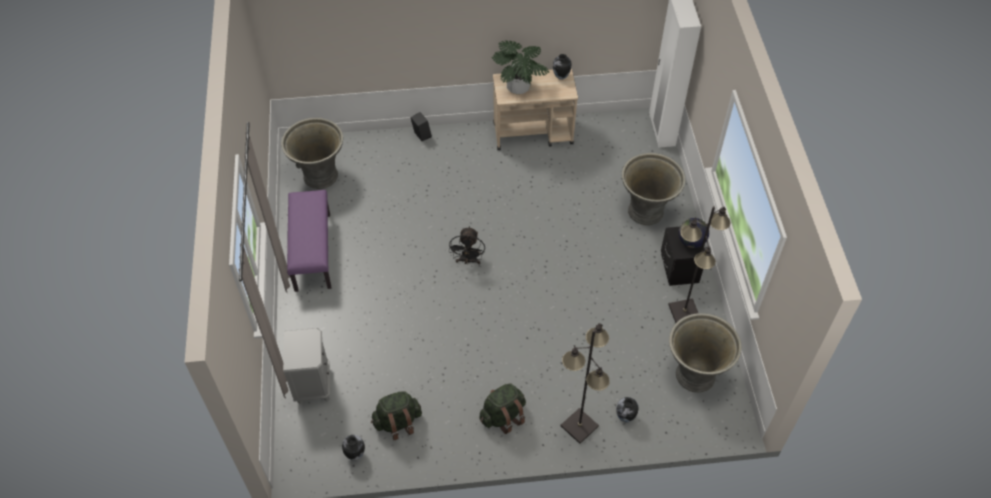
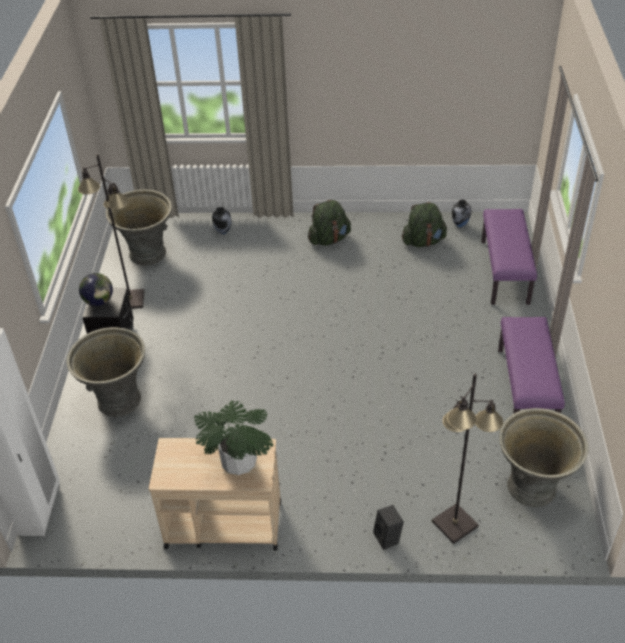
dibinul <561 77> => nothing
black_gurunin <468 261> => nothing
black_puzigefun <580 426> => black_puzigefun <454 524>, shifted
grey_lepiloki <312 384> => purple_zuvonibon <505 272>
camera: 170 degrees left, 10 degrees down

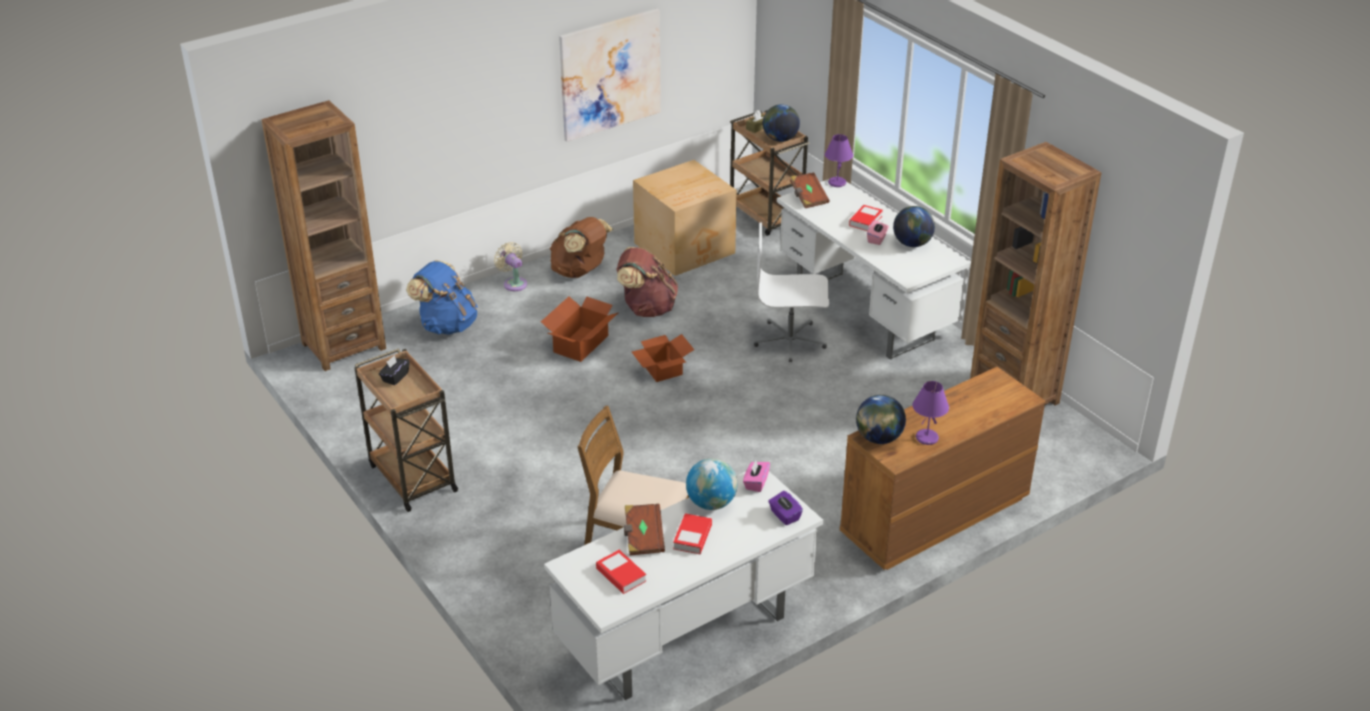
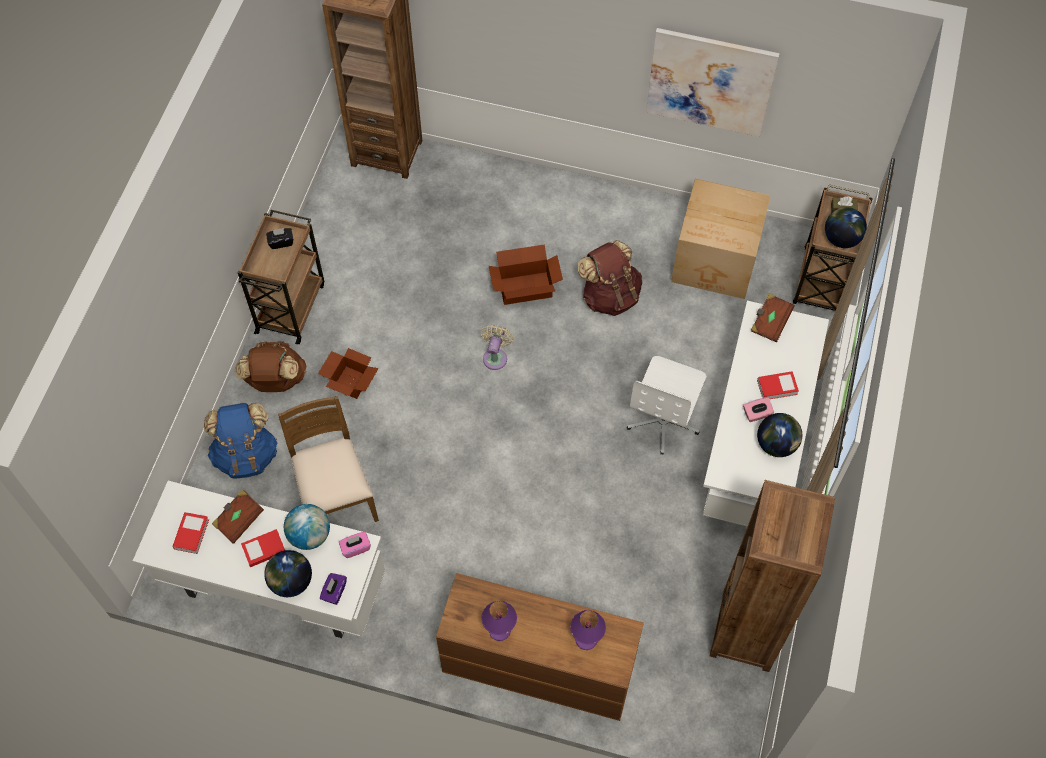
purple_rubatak <836 183> => purple_rubatak <586 639>, shifted
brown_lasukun <580 272> => brown_lasukun <275 381>, shifted
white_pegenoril <790 341> => white_pegenoril <663 421>, 120 degrees counterclockwise
beige_gurunin <514 283> => beige_gurunin <495 356>, shifted
blue_lasukun <447 325> => blue_lasukun <246 455>, shifted
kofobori <662 370> => kofobori <350 381>, shifted
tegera <878 438> => tegera <291 581>, shifted
camera: 50 degrees right, 25 degrees up

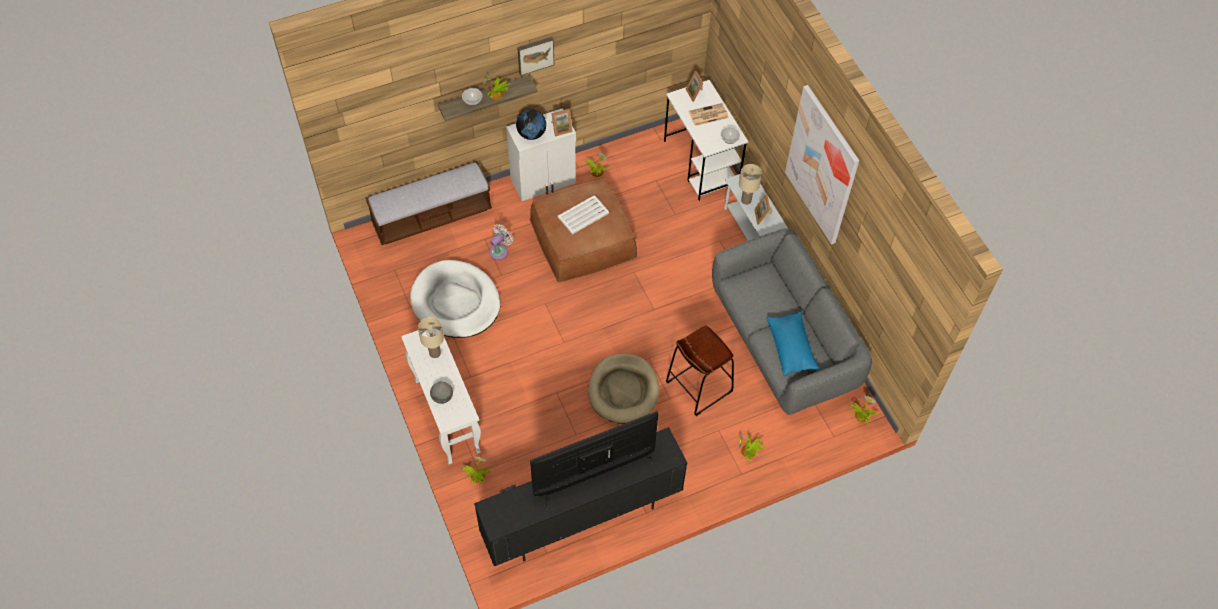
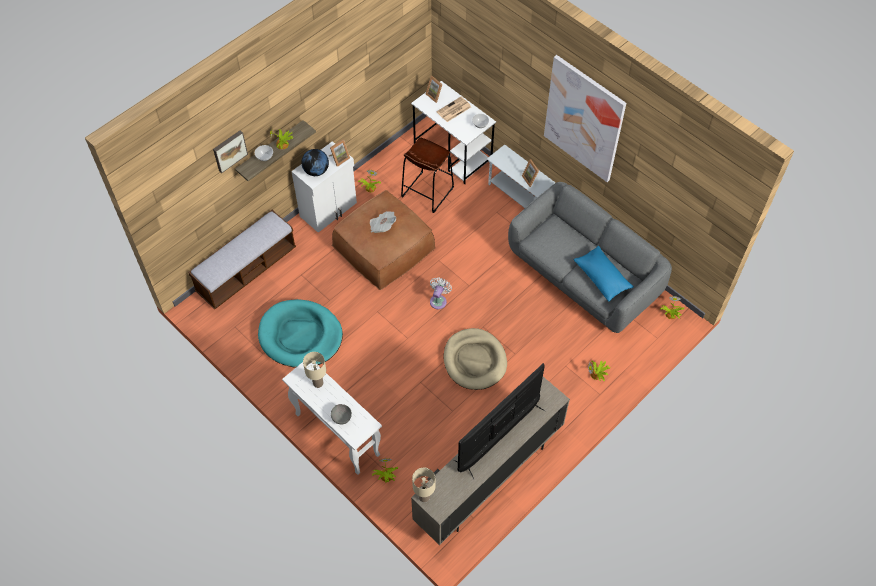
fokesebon <535 54> => fokesebon <229 150>, shifted
beige_rubatak <745 200> => beige_rubatak <424 497>, shifted
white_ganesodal <583 215> => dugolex <382 226>
white_gurunin <500 250> => white_gurunin <439 300>, shifted
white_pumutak <456 302> => turquoise_pumutak <300 336>
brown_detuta <698 386> => brown_detuta <427 192>, shifted
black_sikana <581 519> => beige_sikana <488 479>
camera: 20 degrees left, 0 degrees up

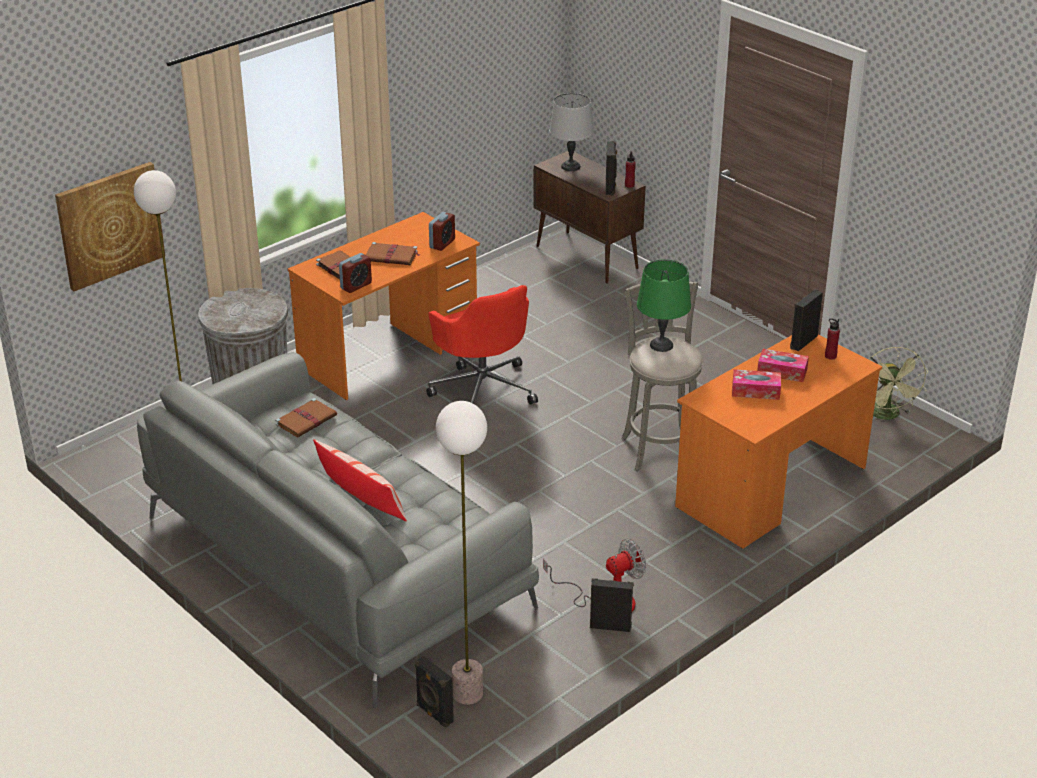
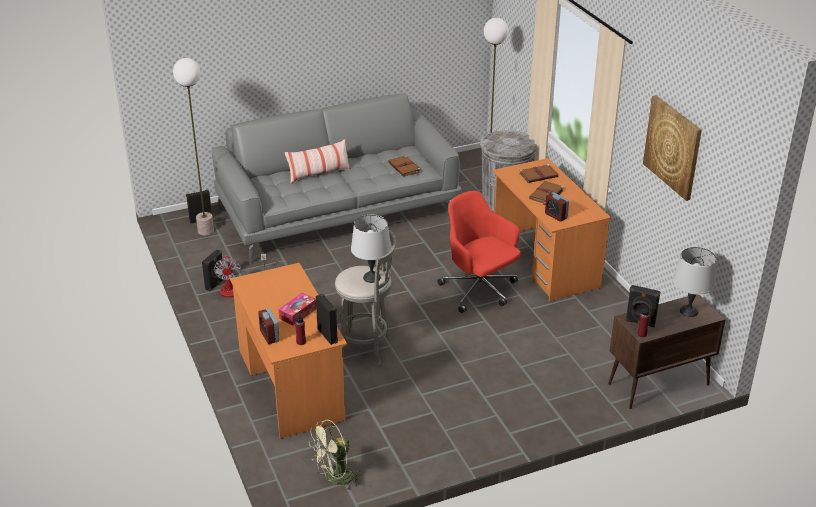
fokesebon <110 225> => fokesebon <673 147>, shifted
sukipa <356 286> => sukipa <269 336>, shifted
green_rubatak <661 345> => grey_rubatak <372 277>
red_pegenoril <483 389> => red_pegenoril <479 290>, 60 degrees clockwise
green_gurunin <887 416> => green_gurunin <335 479>, 45 degrees counterclockwise
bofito <755 391> => nothing
camera: 110 degrees right, 0 degrees up

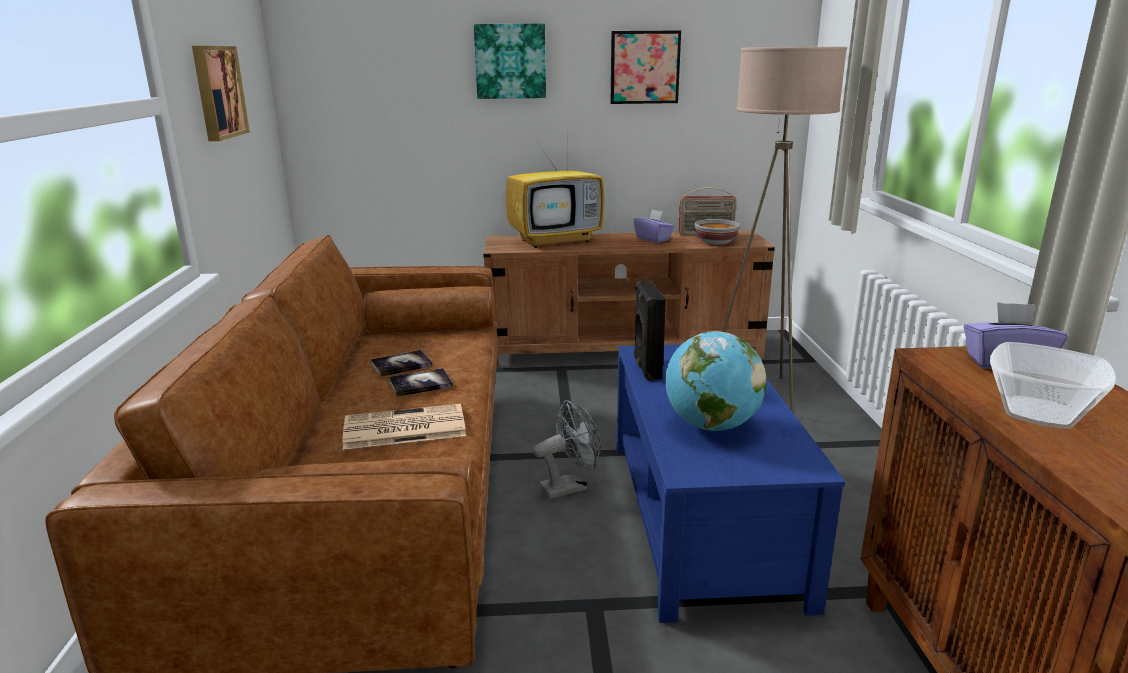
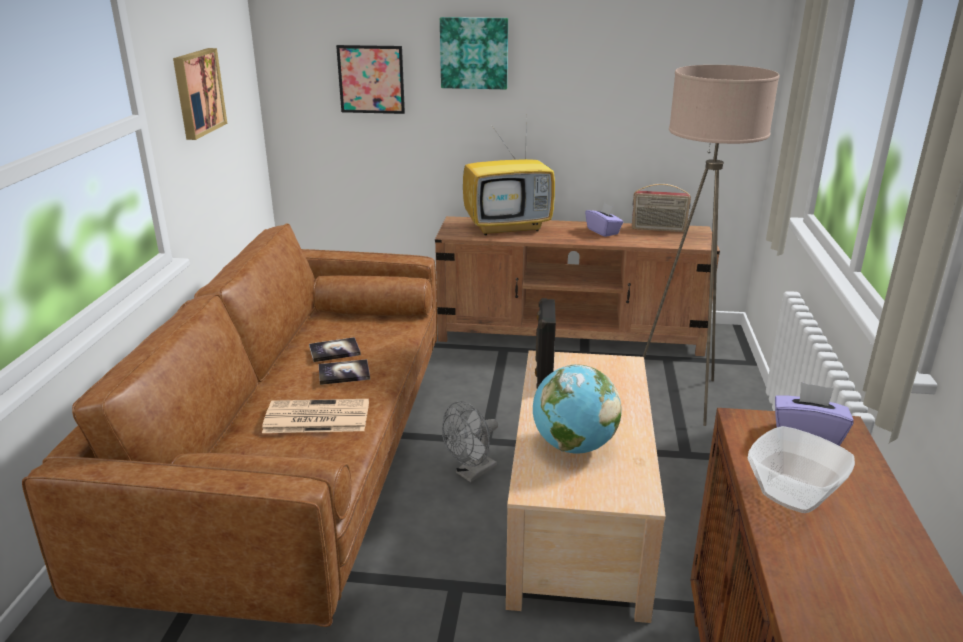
fokesebon <645 67> => fokesebon <371 79>, shifted
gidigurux <715 242> => nothing
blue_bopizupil <699 517> => beige_bopizupil <576 517>
grey_gurunin <570 487> => grey_gurunin <472 473>, 150 degrees clockwise
camera: 10 degrees right, 5 degrees up

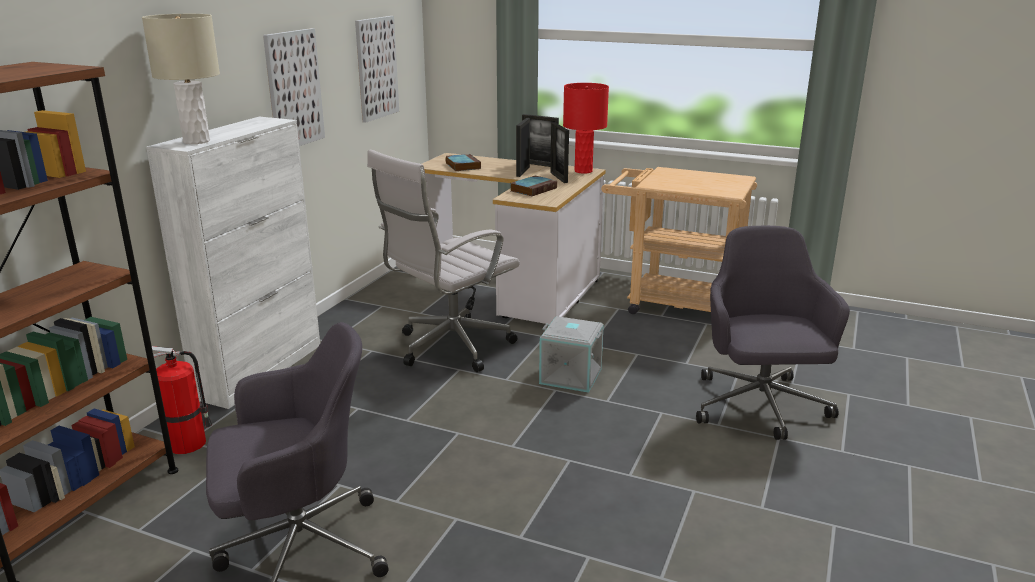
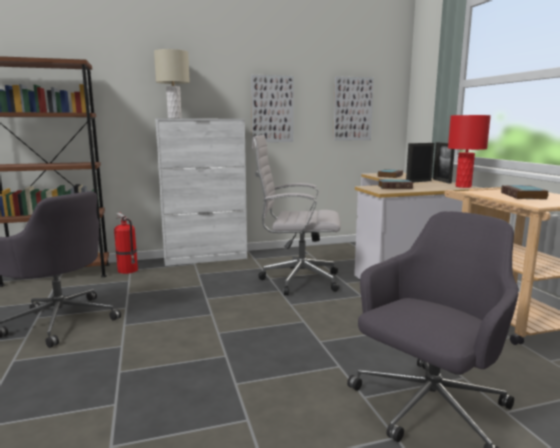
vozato <558 177> => nothing
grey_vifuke <571 375> => nothing
nothing => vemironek <524 196>
camera: 50 degrees right, 10 degrees down

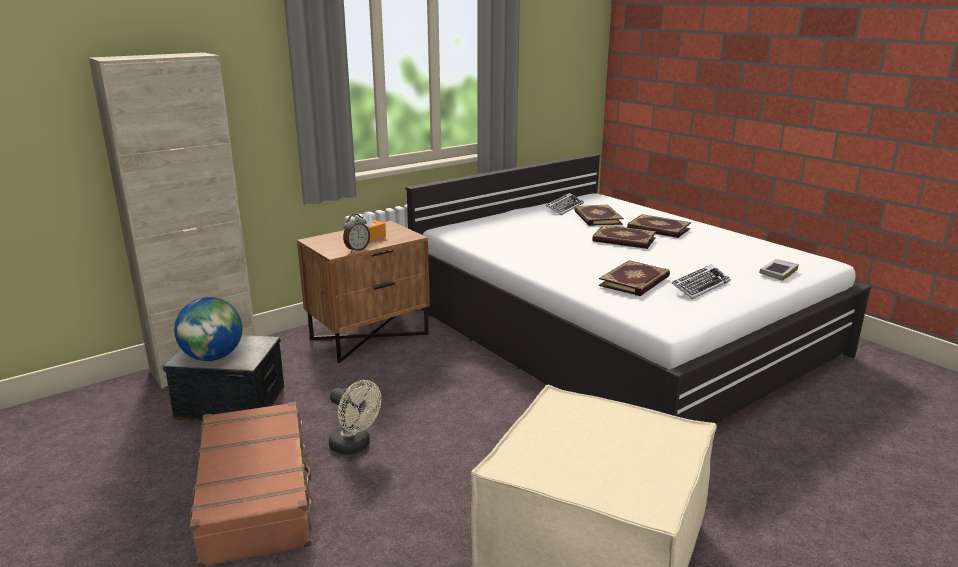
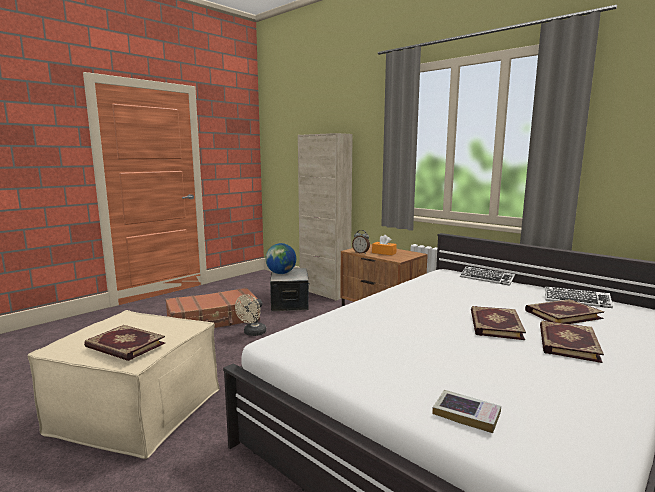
vemironek <635 281> => vemironek <124 346>, shifted
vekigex <700 286> => vekigex <486 279>, shifted
camera: 80 degrees right, 10 degrees down

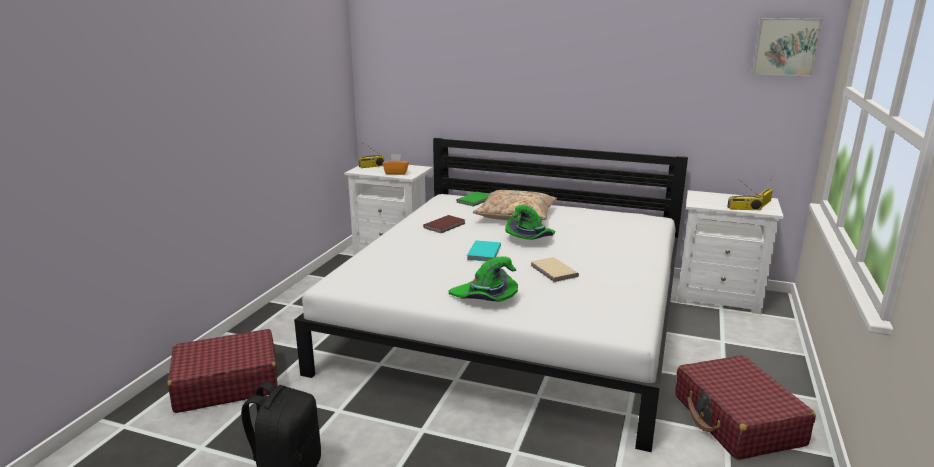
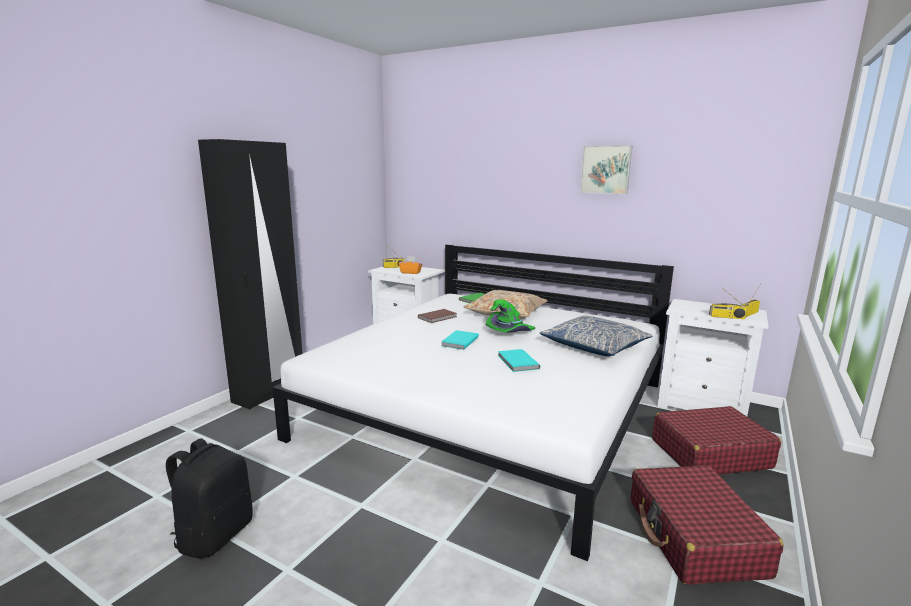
fokesebon <785 47> => fokesebon <606 169>, shifted
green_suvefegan <485 298> => nothing
beige_vemironek <553 272> => turquoise_vemironek <517 362>
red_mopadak <226 383> => red_mopadak <709 453>, shifted
nothing => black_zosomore <269 392>
nothing => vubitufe <594 346>
camera: 10 degrees right, 5 degrees down

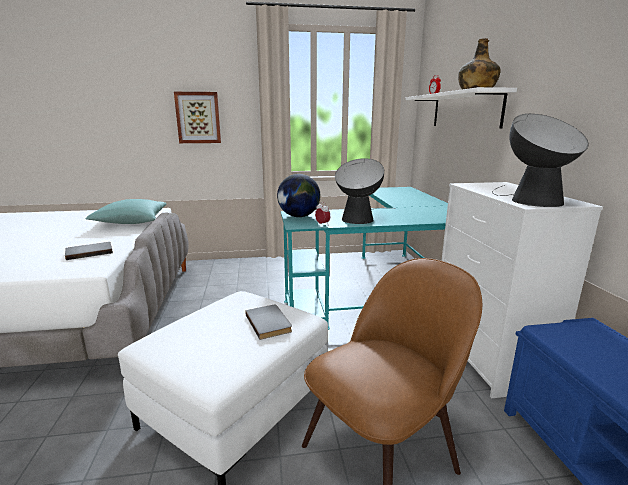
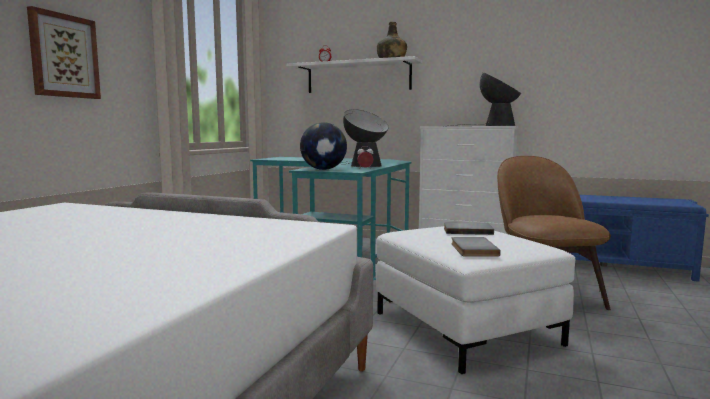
turquoise_vubitufe <131 222> => nothing
grey_vemironek <89 252> => grey_vemironek <472 249>, shifted
camera: 60 degrees left, 10 degrees down

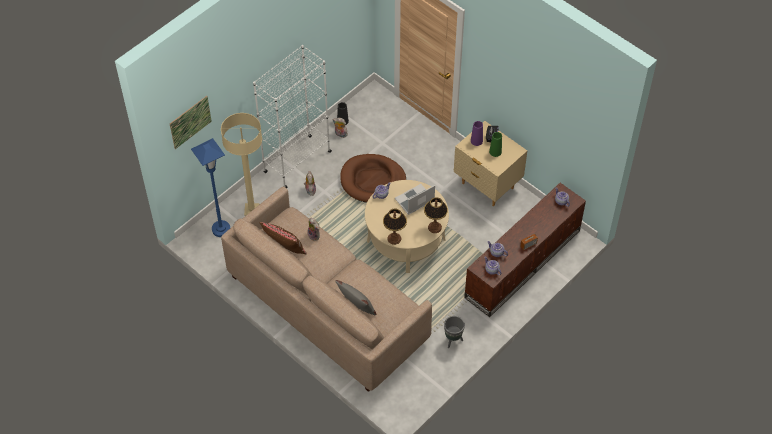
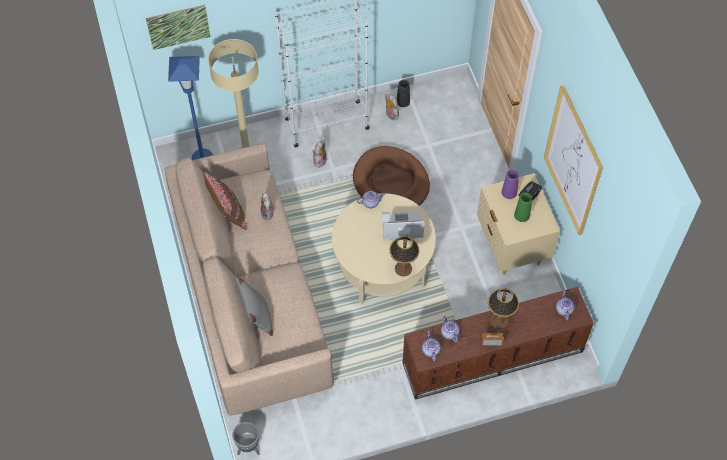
rubatak <394 238> => rubatak <499 320>, shifted
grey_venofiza <452 340> => grey_venofiza <248 448>, shifted
nothing => fokesebon <573 161>
camera: 30 degrees right, 5 degrees up

